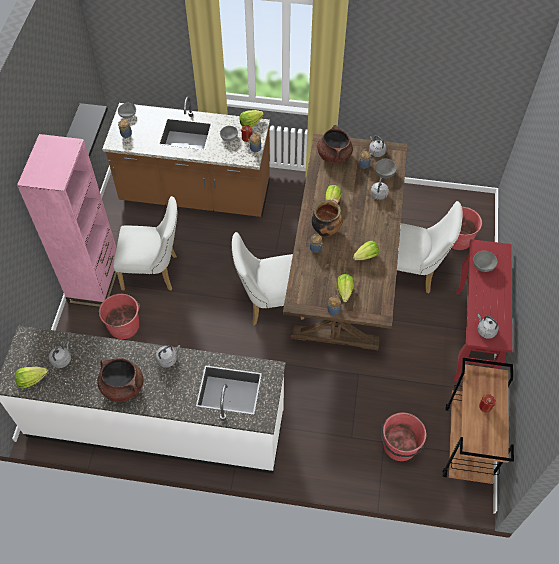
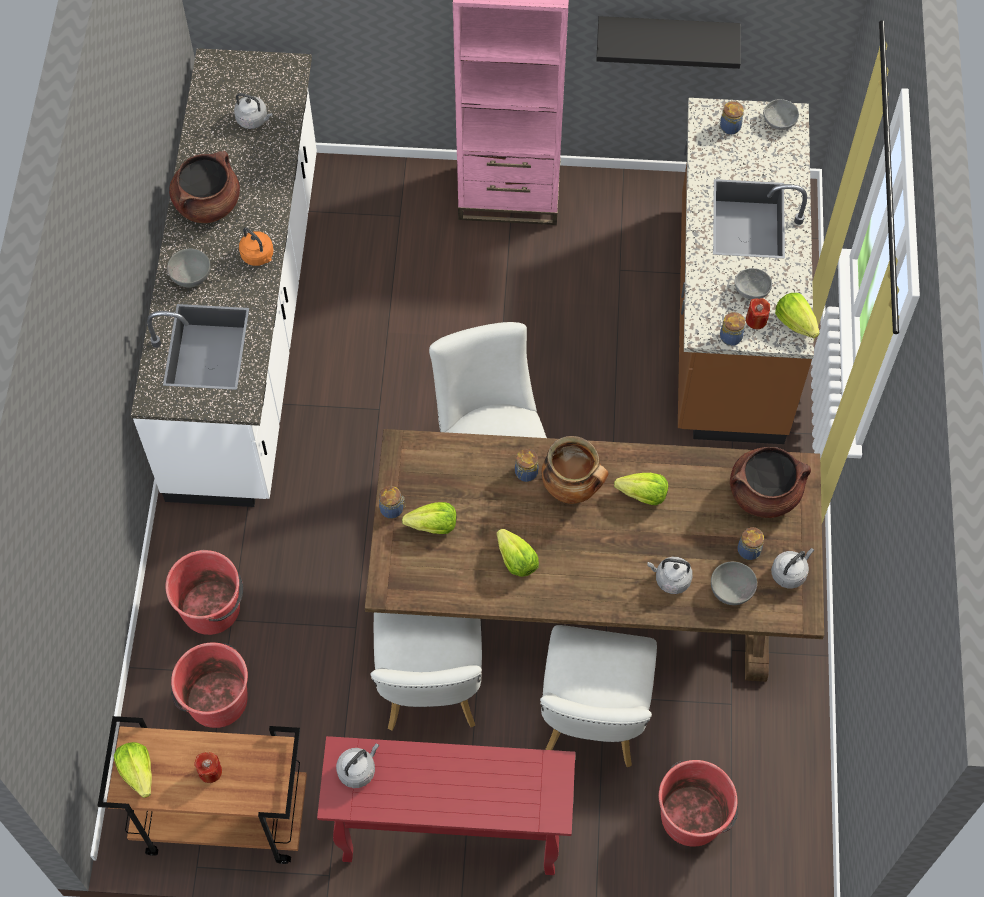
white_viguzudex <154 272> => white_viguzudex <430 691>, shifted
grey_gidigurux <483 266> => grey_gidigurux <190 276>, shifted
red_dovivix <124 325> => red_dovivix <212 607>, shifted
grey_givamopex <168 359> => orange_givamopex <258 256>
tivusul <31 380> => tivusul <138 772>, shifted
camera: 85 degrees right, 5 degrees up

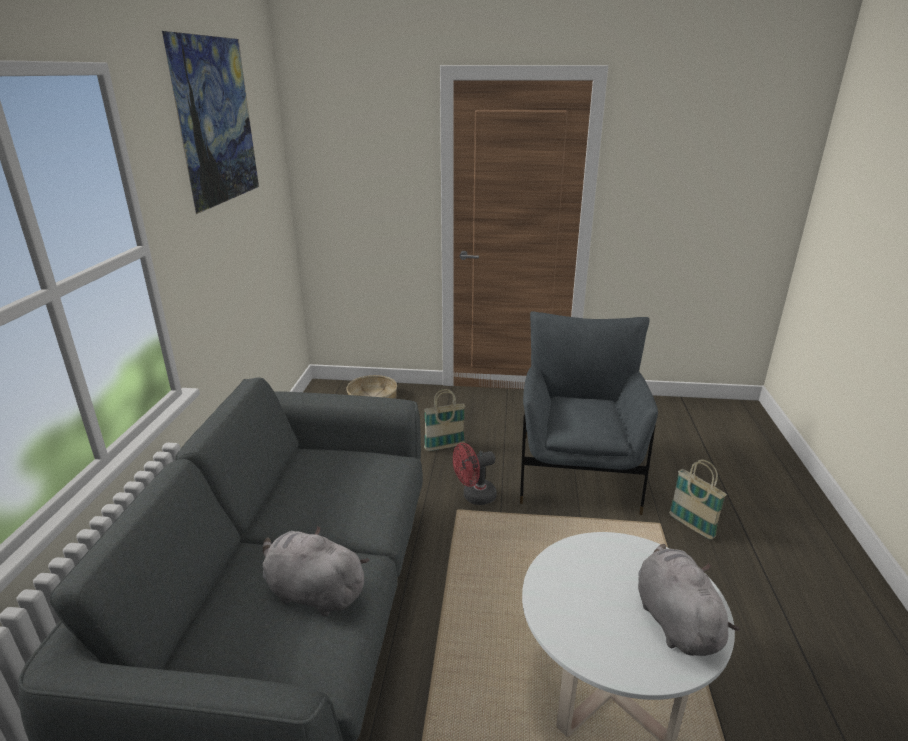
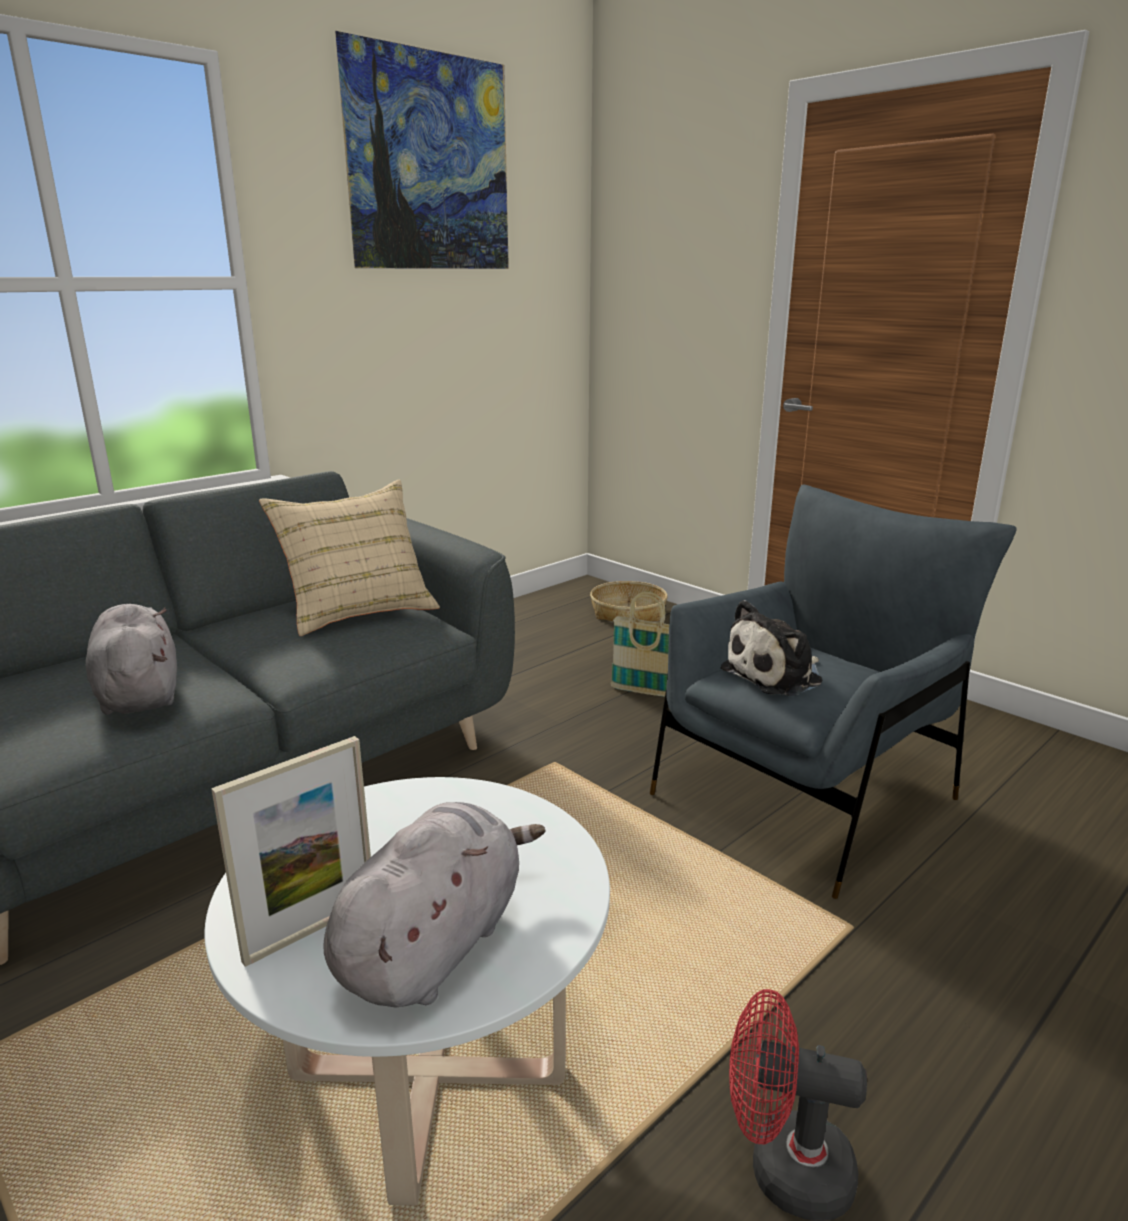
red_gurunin <474 497> => red_gurunin <783 1168>, shifted
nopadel <691 526> => nothing
nothing => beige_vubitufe <358 611>
nothing => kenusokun <776 675>
nothing => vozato <311 930>
camera: 40 degrees right, 5 degrees down

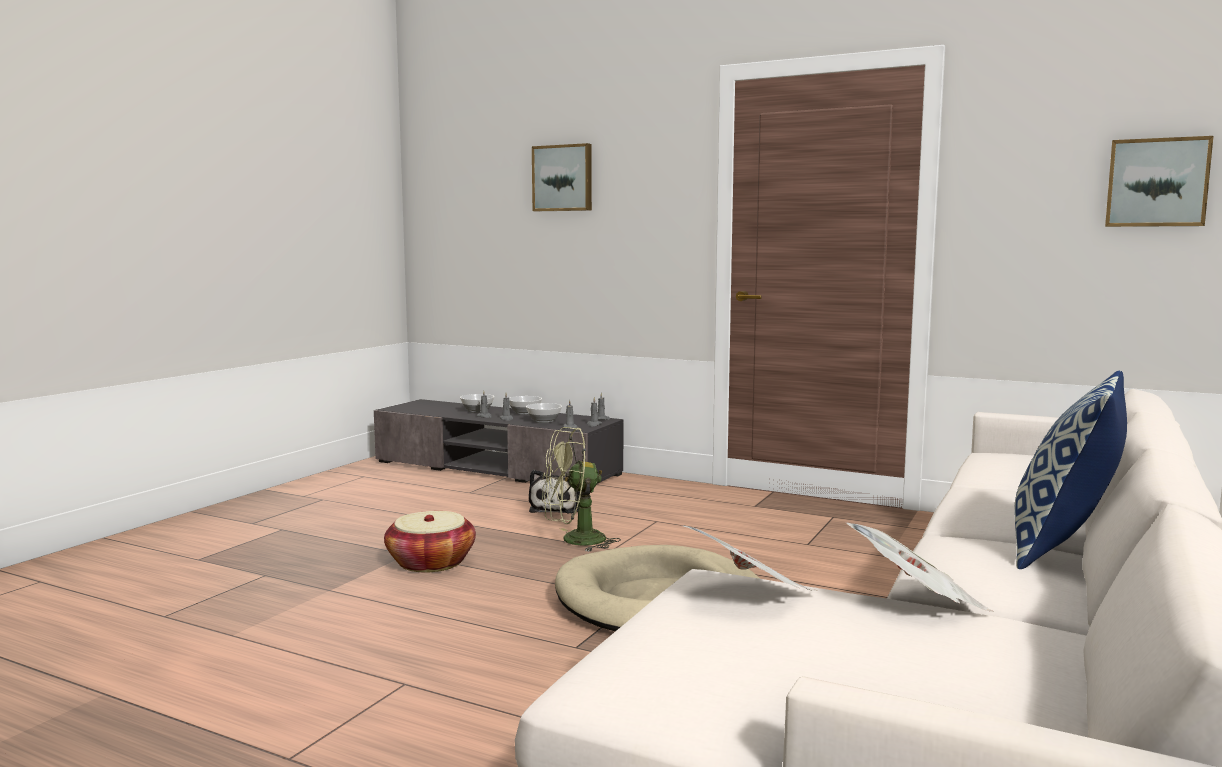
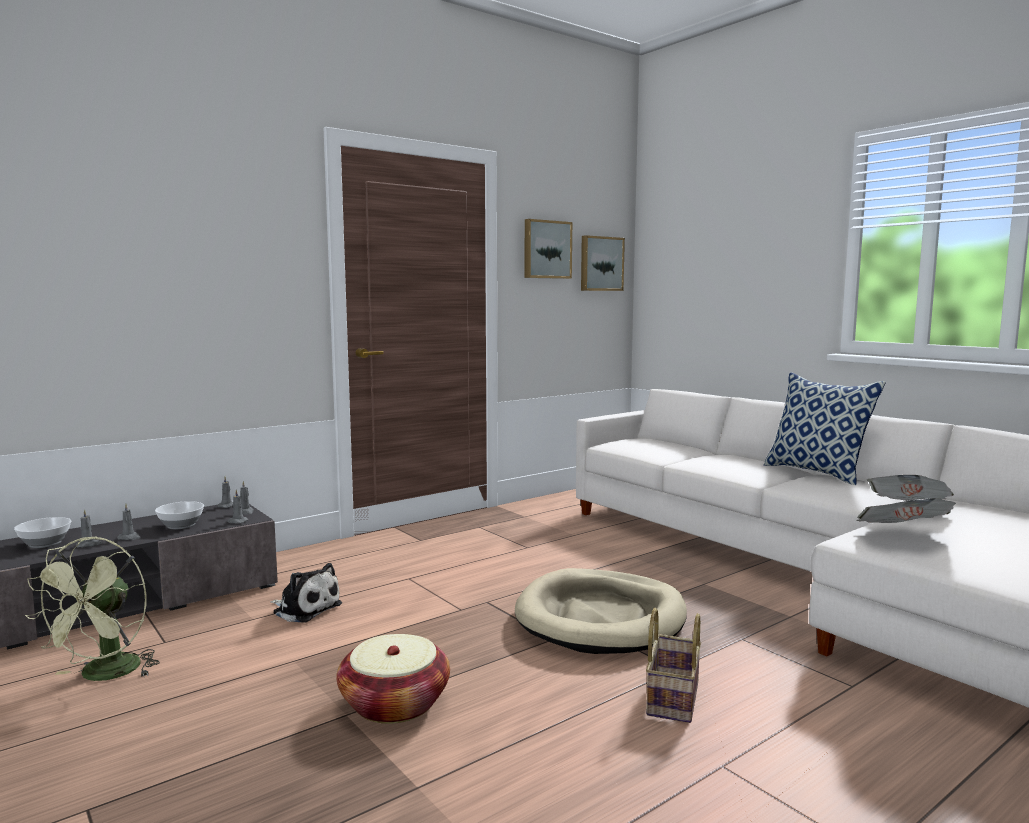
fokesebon <563 178> => fokesebon <546 249>, shifted
gidigurux <525 412> => nothing
green_gurunin <574 541> => green_gurunin <104 675>, shifted
nothing => nopadel <671 697>
camera: 65 degrees left, 0 degrees up

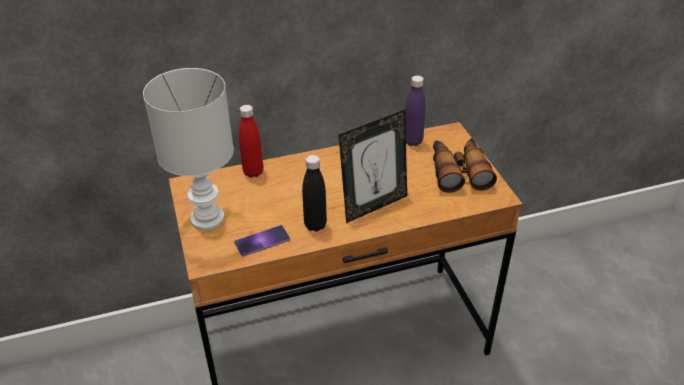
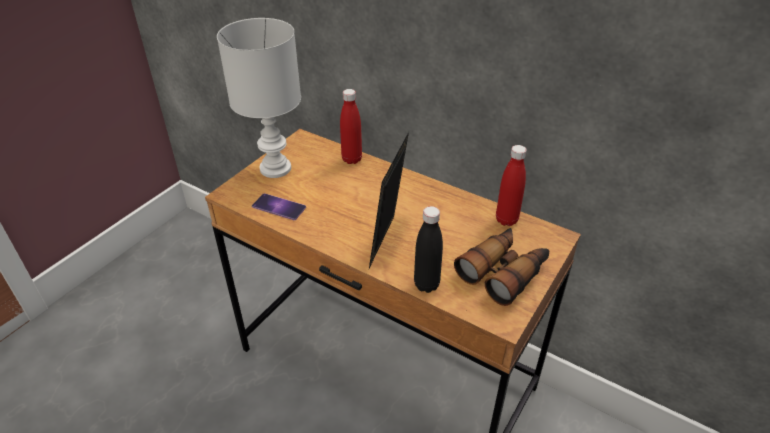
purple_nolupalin <413 141> => red_nolupalin <506 220>
vozato <373 205> => vozato <388 243>, 90 degrees clockwise
black_nolupalin <315 225> => black_nolupalin <426 284>, shifted
camera: 50 degrees right, 0 degrees up

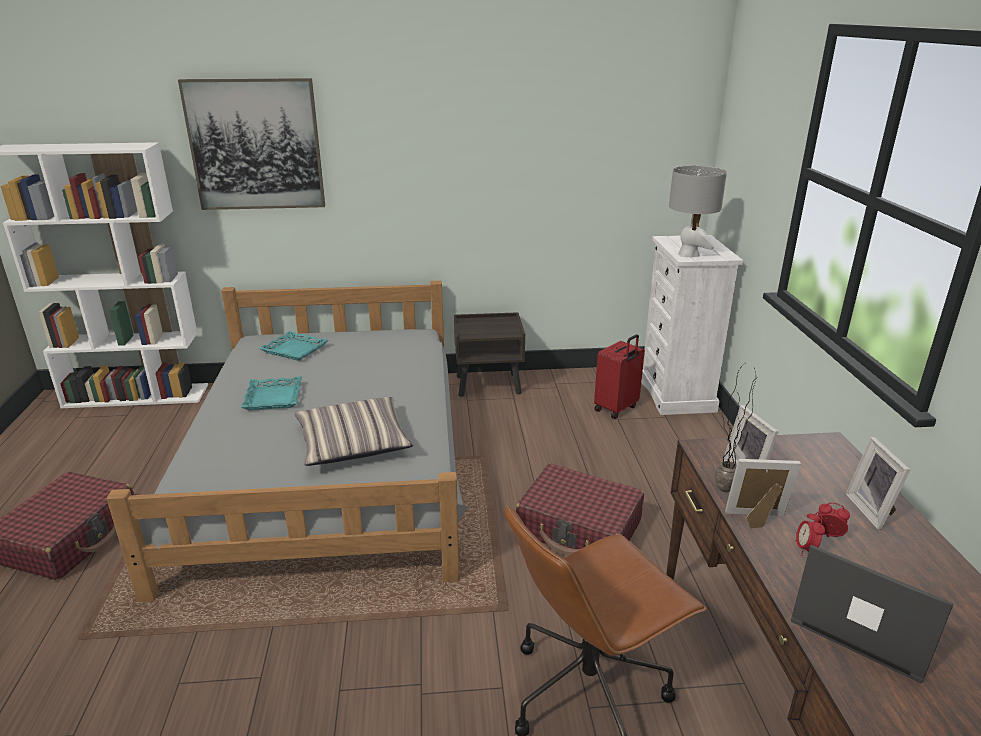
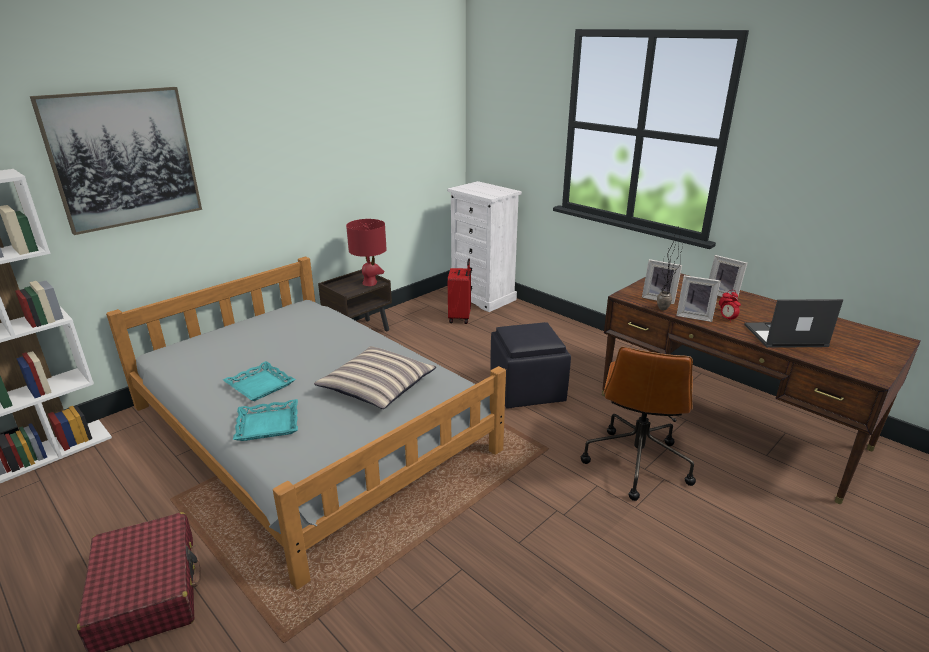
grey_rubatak <688 254> => nothing
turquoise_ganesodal <294 350> => turquoise_ganesodal <268 425>, shifted
vozato <757 520> => vozato <694 316>, 120 degrees counterclockwise
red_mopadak <579 528> => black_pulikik <527 389>
nothing => red_rubatak <370 283>
camera: 40 degrees left, 0 degrees up

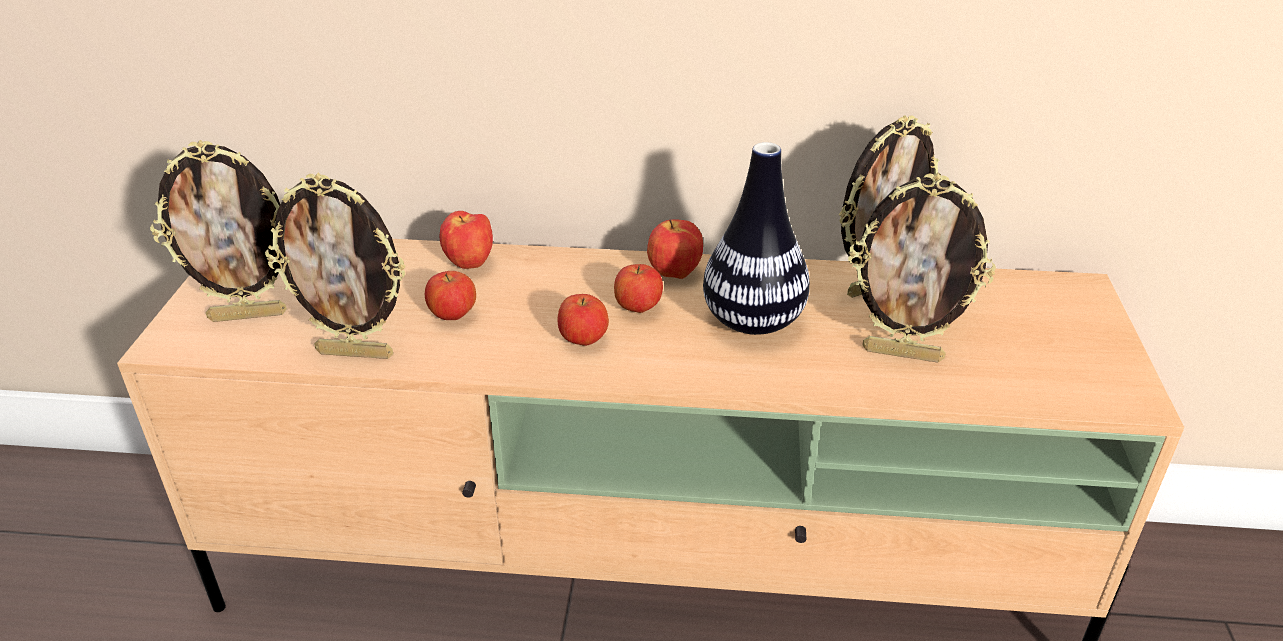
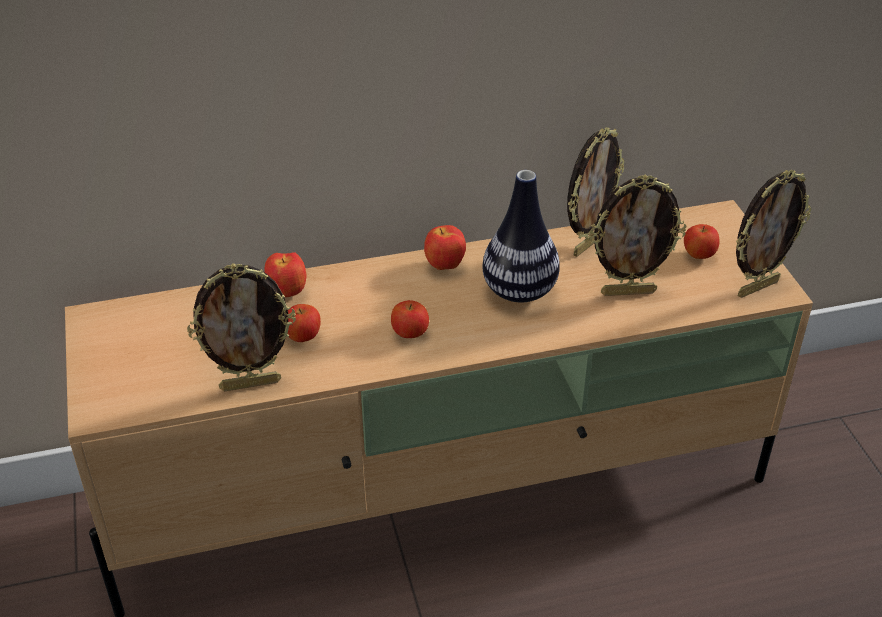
vozato <249 315> => vozato <757 287>, shifted
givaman <638 308> => givaman <698 255>, shifted
camera: 20 degrees left, 5 degrees up

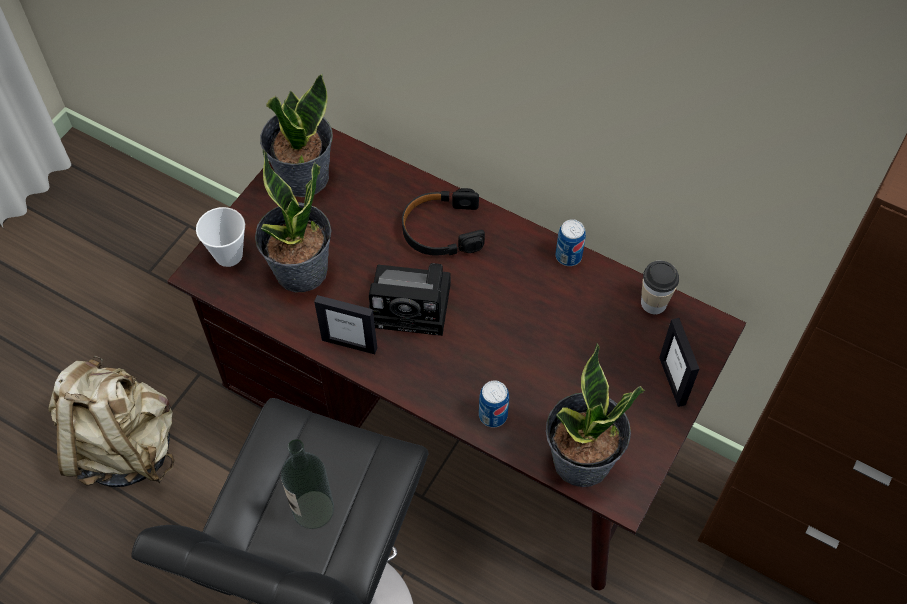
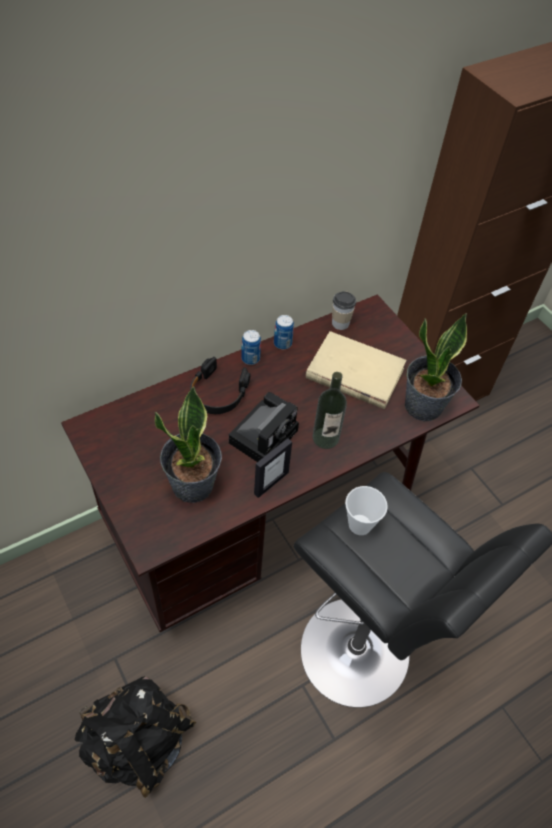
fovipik <303 176> => nothing
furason <229 255> => furason <360 524>, shifted
vozato <672 381> => nothing
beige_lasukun <124 446> => black_lasukun <139 743>
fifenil <493 415> => fifenil <250 358>, shifted
nolupalin <313 509> => nolupalin <325 438>, shifted
nothing => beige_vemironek <354 373>
camera: 65 degrees left, 5 degrees down

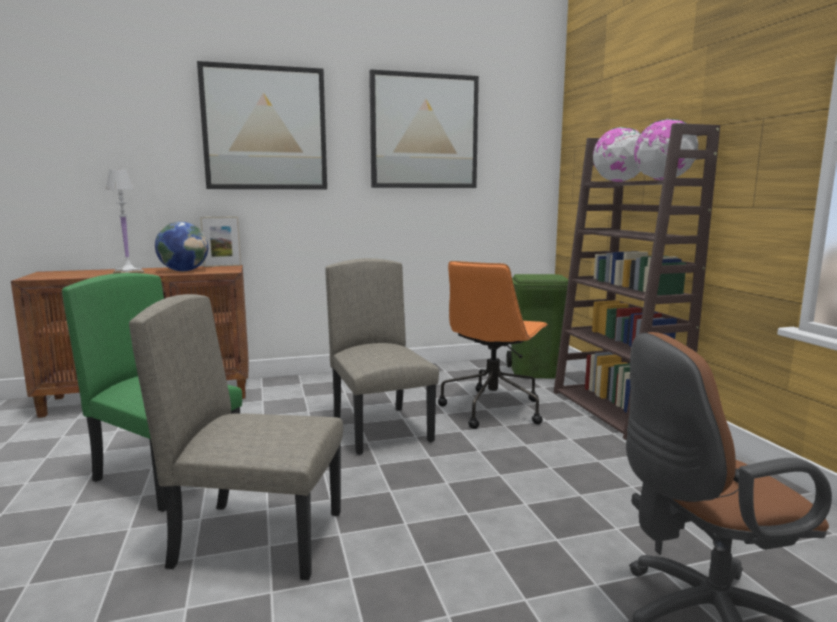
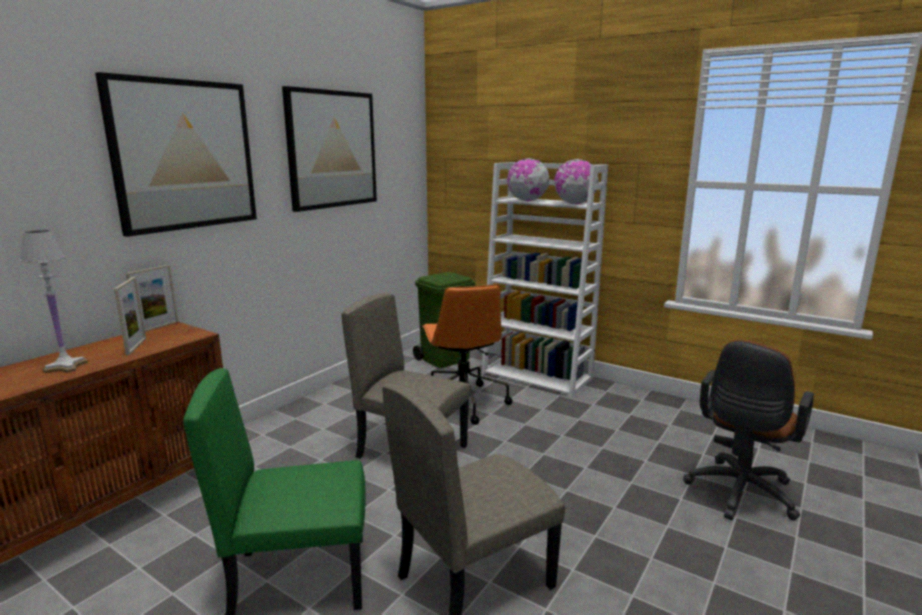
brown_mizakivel <617 410> => white_mizakivel <538 376>
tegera <184 271> => vozato <136 346>
camera: 40 degrees left, 5 degrees up

